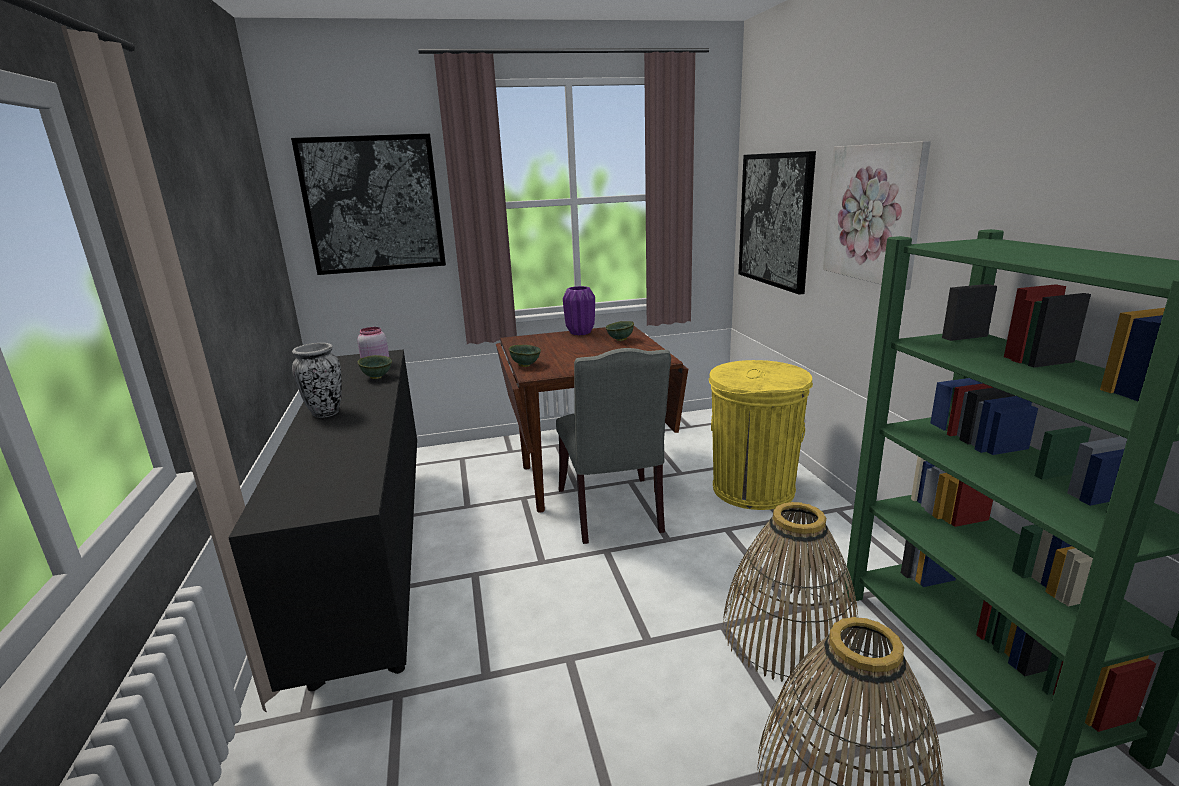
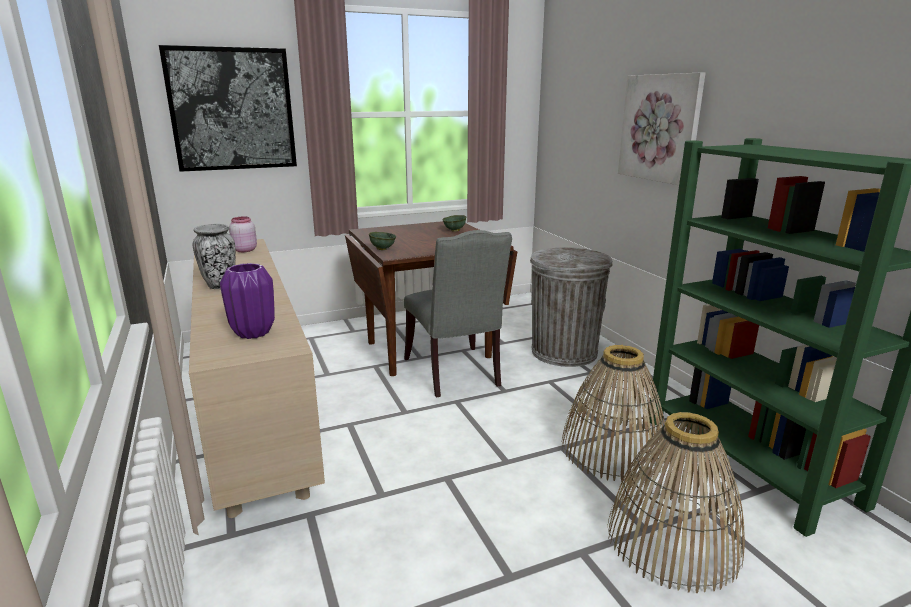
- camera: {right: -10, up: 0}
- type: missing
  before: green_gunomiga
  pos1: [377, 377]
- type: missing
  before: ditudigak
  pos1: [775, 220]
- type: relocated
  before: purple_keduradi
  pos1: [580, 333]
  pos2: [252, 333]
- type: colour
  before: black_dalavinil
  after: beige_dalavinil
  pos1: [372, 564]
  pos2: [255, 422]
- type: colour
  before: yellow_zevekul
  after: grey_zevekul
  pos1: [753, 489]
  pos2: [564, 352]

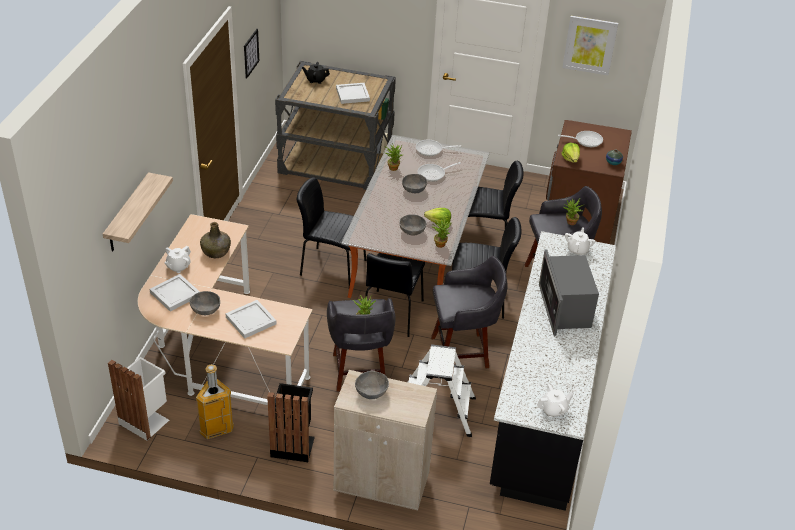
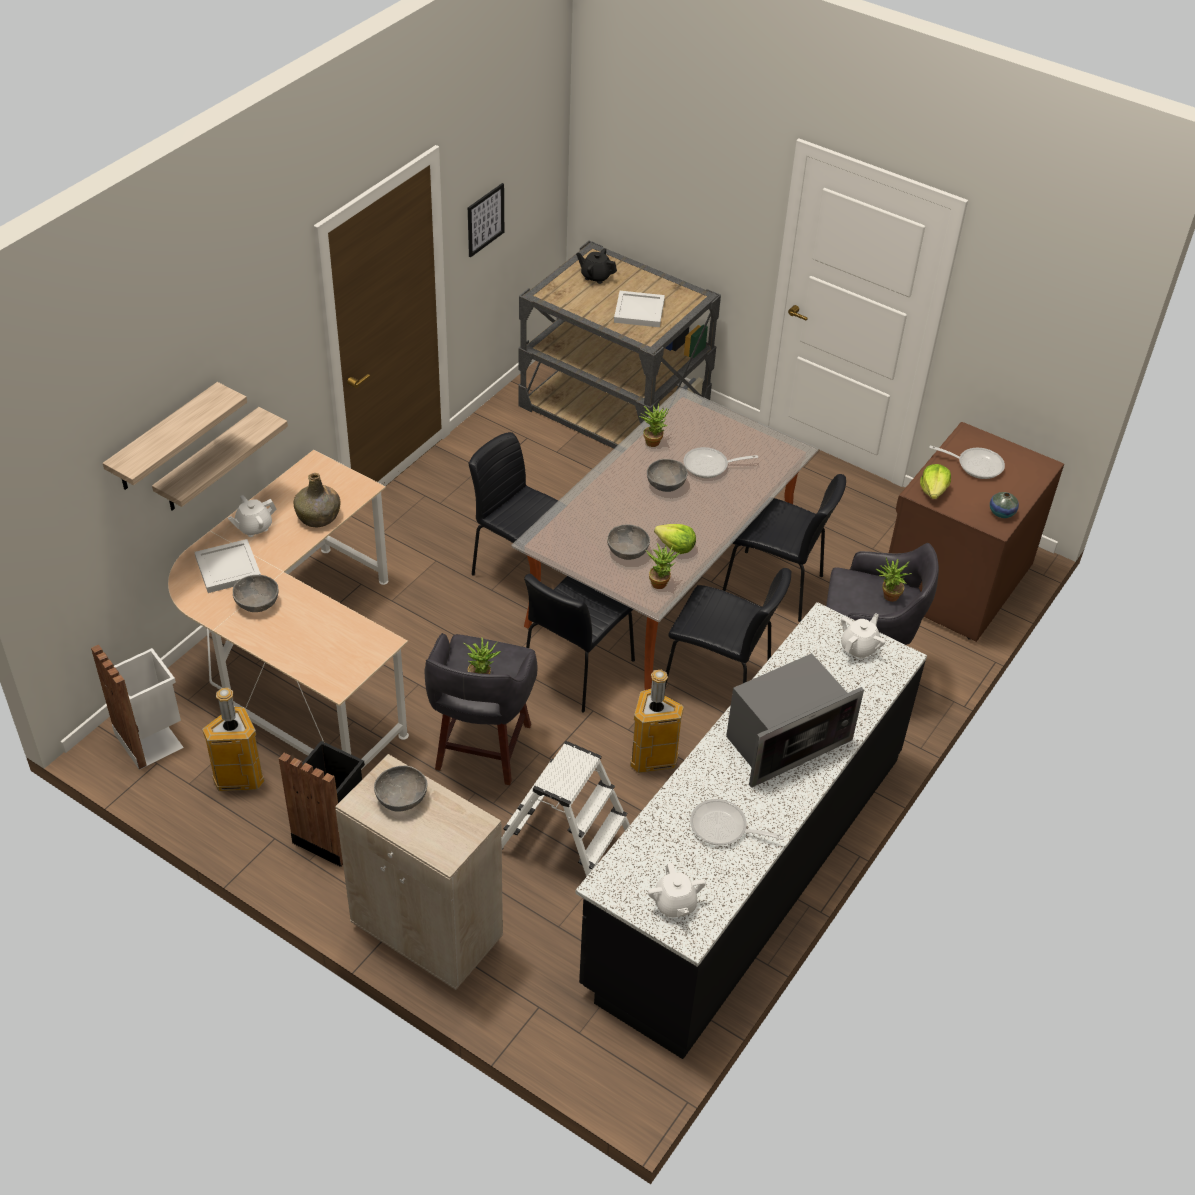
- camera: {right: 20, up: 5}
- type: missing
  before: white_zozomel
  pos1: [251, 320]
- type: missing
  before: ditudigak
  pos1: [590, 45]
- type: appeared
  after: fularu
  pos2: [209, 461]
- type: relocated
  before: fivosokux
  pos1: [431, 150]
  pos2: [723, 828]
- type: exchanged
  before: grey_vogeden
  after: zevekul
  pos1: [463, 352]
  pos2: [653, 759]
- type: spun
  before: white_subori
  pos1: [553, 410]
  pos2: [674, 904]
  turn: 75
- type: spun
  before: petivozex
  pos1: [565, 308]
  pos2: [784, 741]
  turn: -135

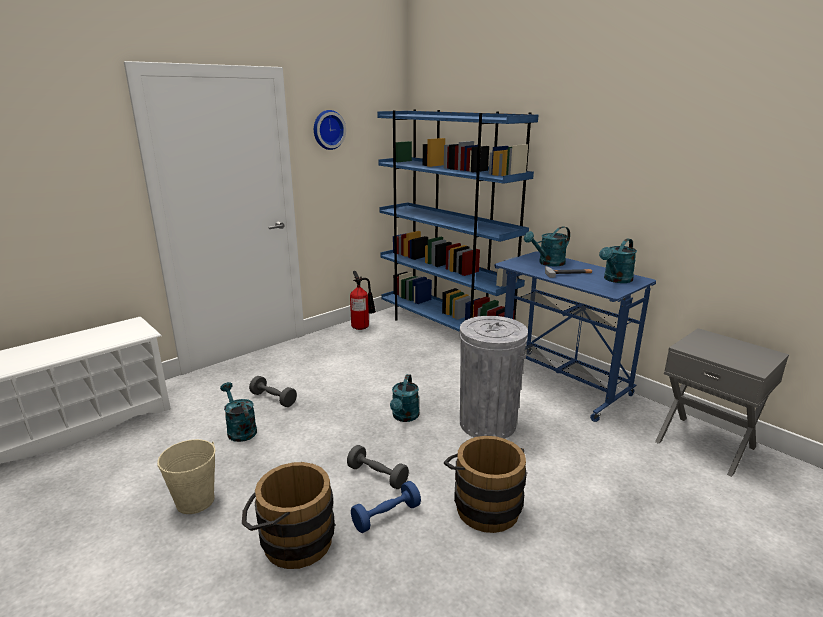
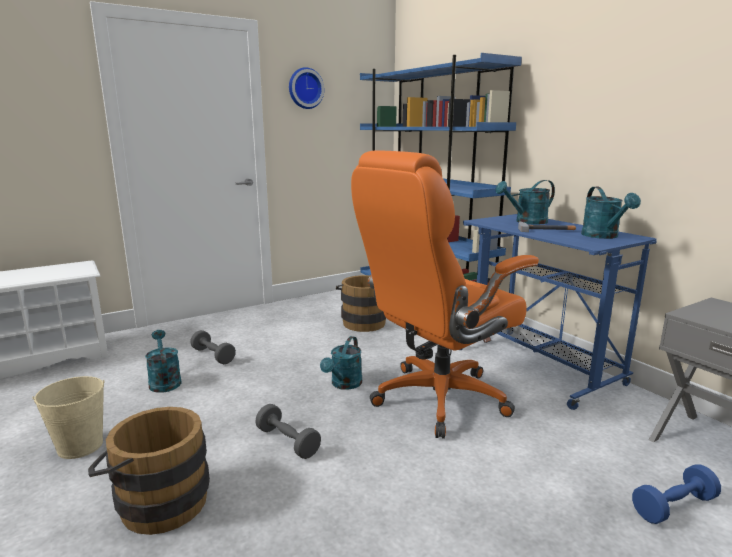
- camera: {right: 10, up: -5}
- type: missing
  before: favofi
  pos1: [362, 327]
- type: relocated
  before: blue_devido
  pos1: [386, 516]
  pos2: [673, 506]
- type: relocated
  before: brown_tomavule
  pos1: [484, 504]
  pos2: [363, 322]
- type: exchanged
  before: grey_zevekul
  after: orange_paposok
  pos1: [487, 423]
  pos2: [437, 399]
- type: spun
  before: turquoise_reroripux
  pos1: [615, 280]
  pos2: [603, 236]
  turn: -60

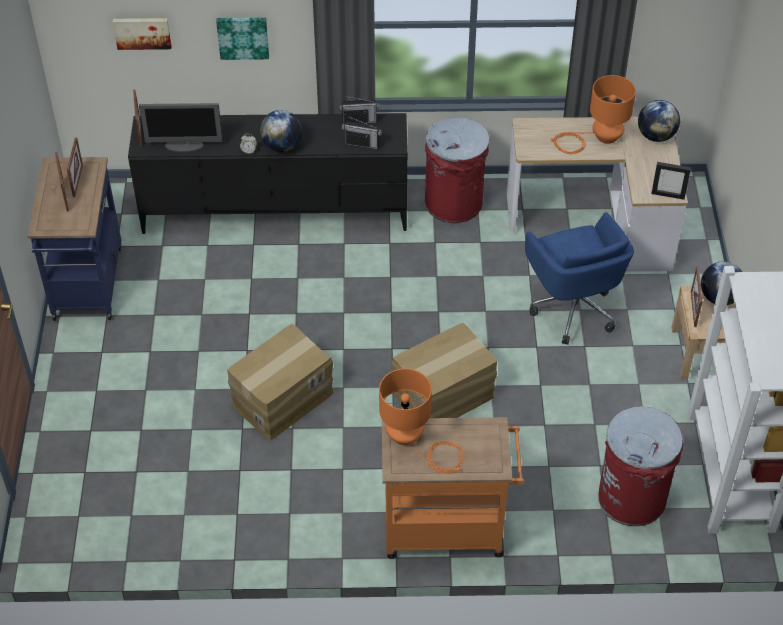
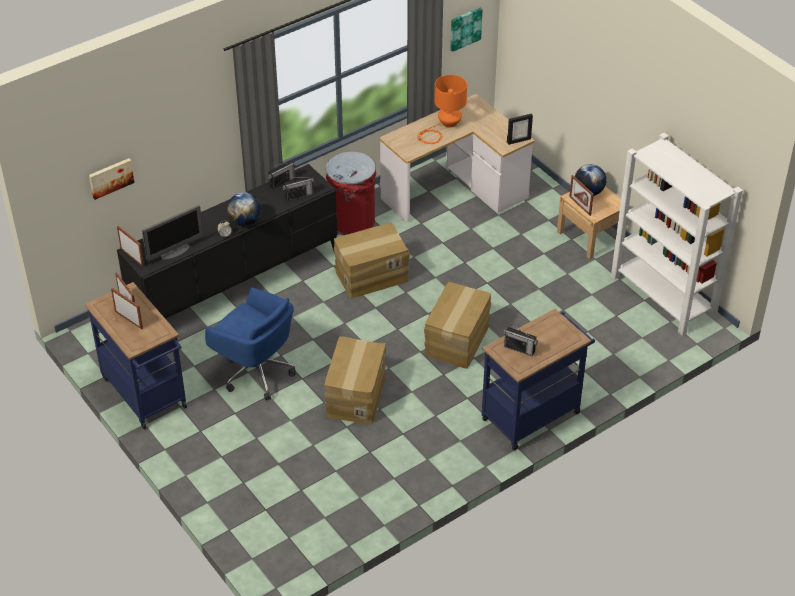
- camera: {right: -35, up: -5}
- type: missing
  before: red_zevekul
  pos1: [632, 497]
- type: missing
  before: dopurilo
  pos1: [656, 136]
- type: appeared
  after: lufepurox
  pos2: [371, 275]
- type: relocated
  before: ditudigak
  pos1: [243, 37]
  pos2: [465, 28]
- type: relocated
  before: blue_paposok
  pos1: [571, 309]
  pos2: [255, 373]
- type: exchanged
  before: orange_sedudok
  after: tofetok
  pos1: [420, 444]
  pos2: [519, 349]
- type: colour
  before: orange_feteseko
  after: blue_feteseko
  pos1: [447, 530]
  pos2: [533, 415]

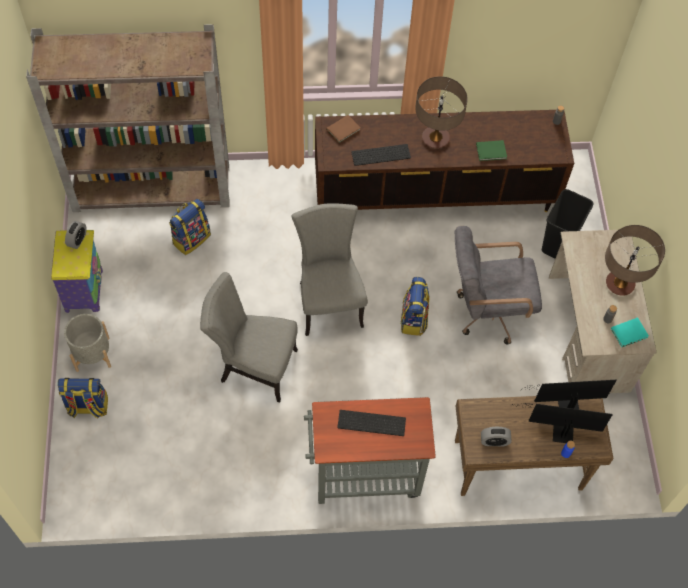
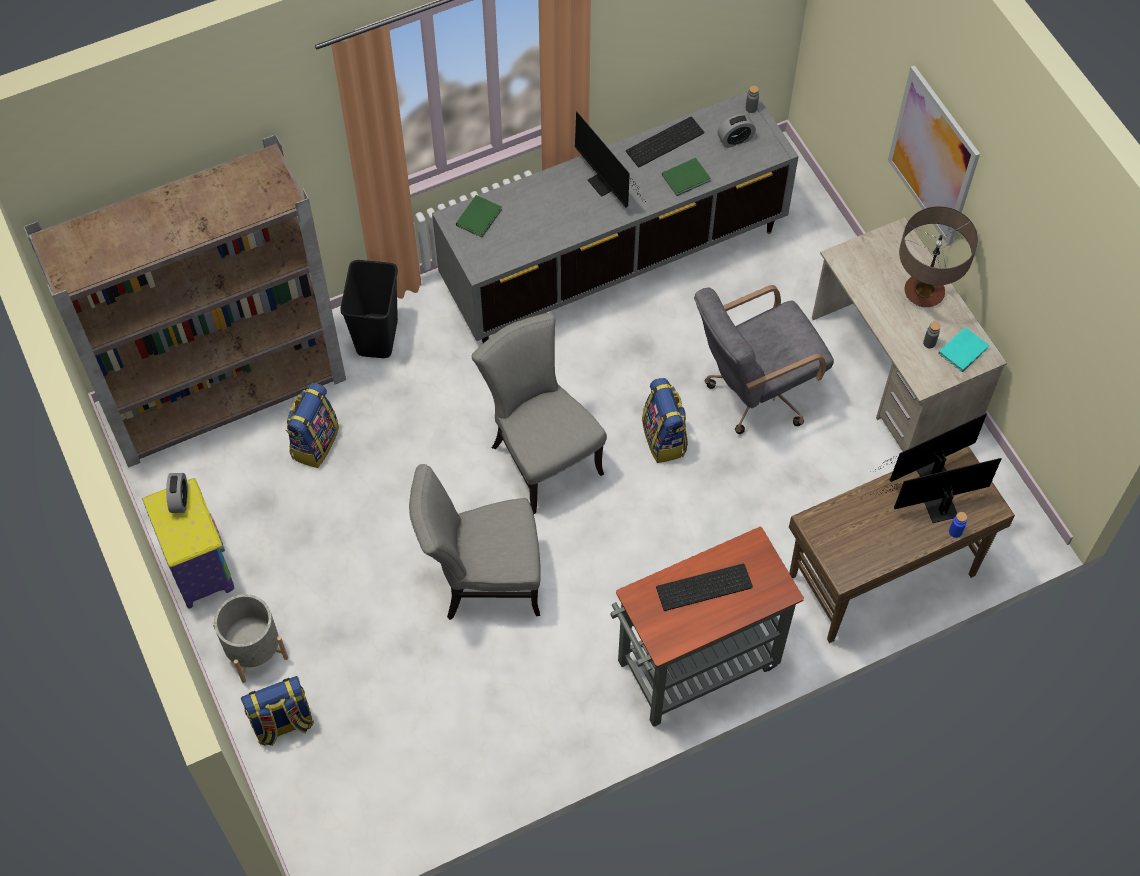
- camera: {right: -20, up: 0}
- type: appeared
  after: ditudigak
  pos2: [933, 156]
- type: relocated
  before: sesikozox
  pos1: [381, 154]
  pos2: [664, 140]
- type: relocated
  before: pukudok
  pos1: [494, 441]
  pos2: [735, 140]
- type: relocated
  before: black_zevekul
  pos1: [558, 244]
  pos2: [378, 337]
- type: exchanged
  before: sedudok
  after: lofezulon
  pos1: [435, 138]
  pos2: [606, 186]
- type: colour
  before: brown_dalavinil
  after: grey_dalavinil
  pos1: [434, 194]
  pos2: [614, 262]
- type: colour
  before: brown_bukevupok
  after: green_bukevupok
  pos1: [344, 129]
  pos2: [480, 217]

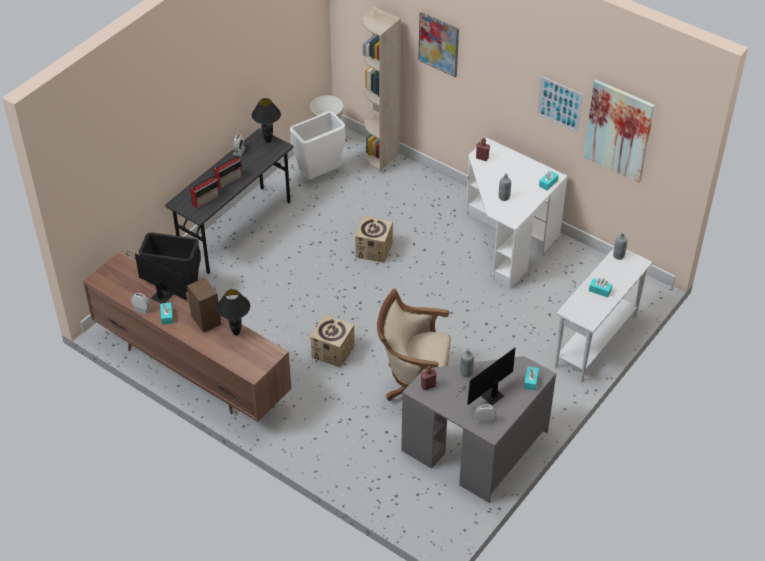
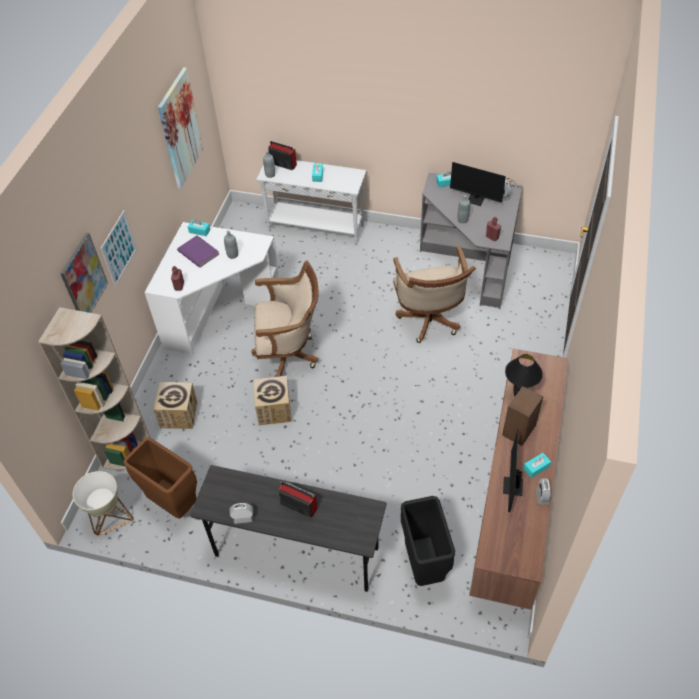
- camera: {right: -110, up: 5}
- type: missing
  before: black_sedudok
  pos1: [268, 141]
- type: appeared
  after: purple_bukevupok
  pos2: [199, 252]
- type: appeared
  after: paposok
  pos2: [290, 354]
- type: relocated
  before: tofetok
  pos1: [206, 199]
  pos2: [282, 164]
- type: relocated
  before: lufepurox
  pos1: [333, 351]
  pos2: [179, 414]
- type: relocated
  before: ditudigak
  pos1: [559, 104]
  pos2: [119, 248]
- type: colour
  before: white_zevekul
  after: brown_zevekul
  pos1: [319, 175]
  pos2: [173, 505]

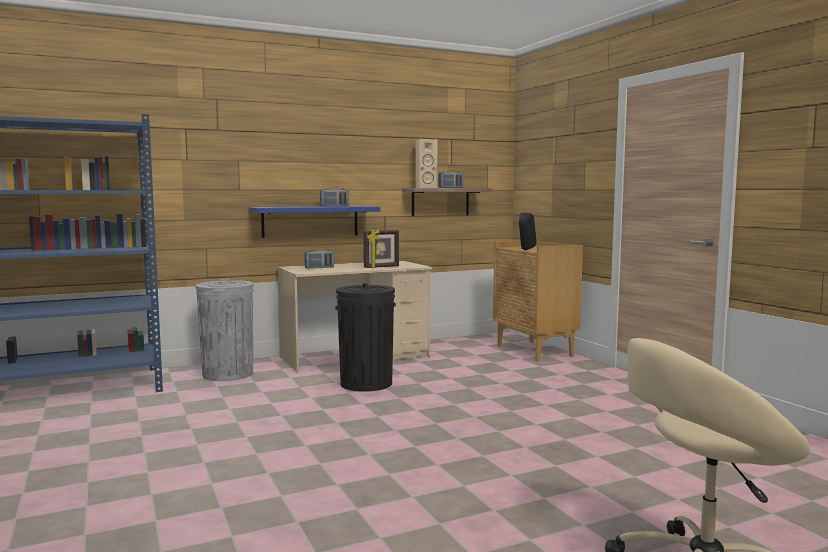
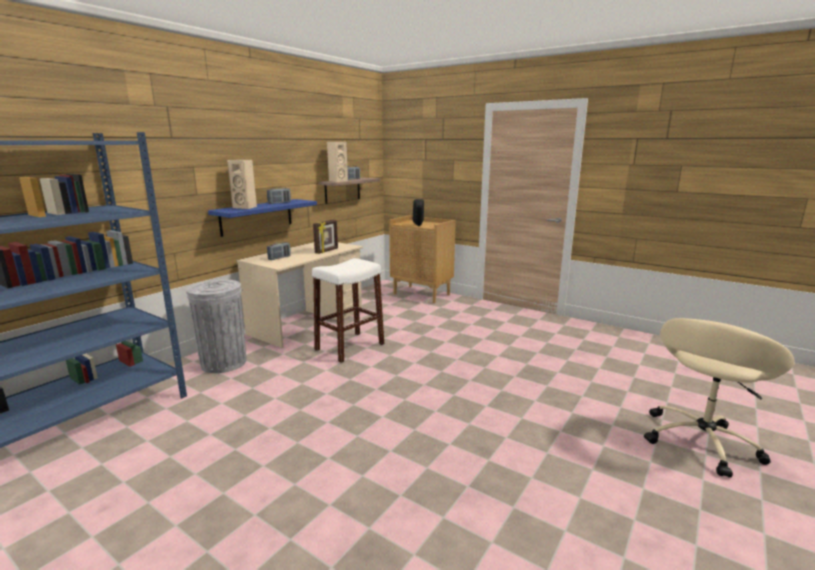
- camera: {right: -30, up: 10}
- type: appeared
  after: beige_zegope
  pos2: [246, 207]
- type: exchanged
  before: black_zevekul
  after: white_vogeden
  pos1: [366, 383]
  pos2: [349, 347]

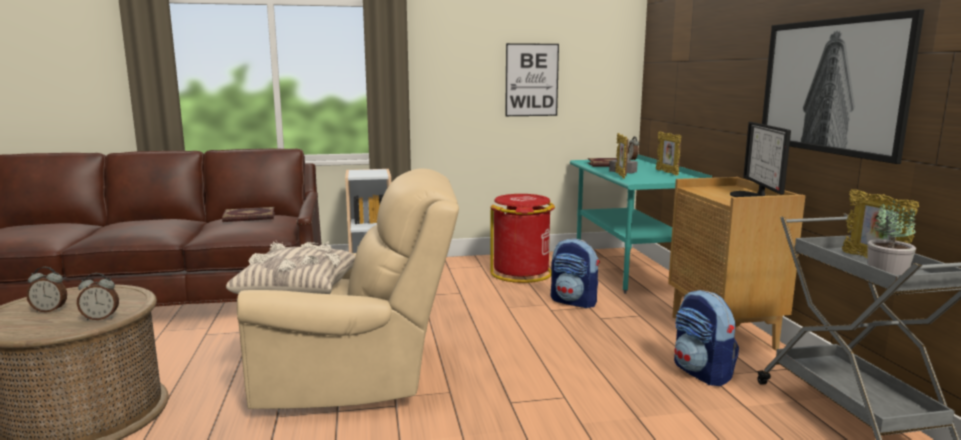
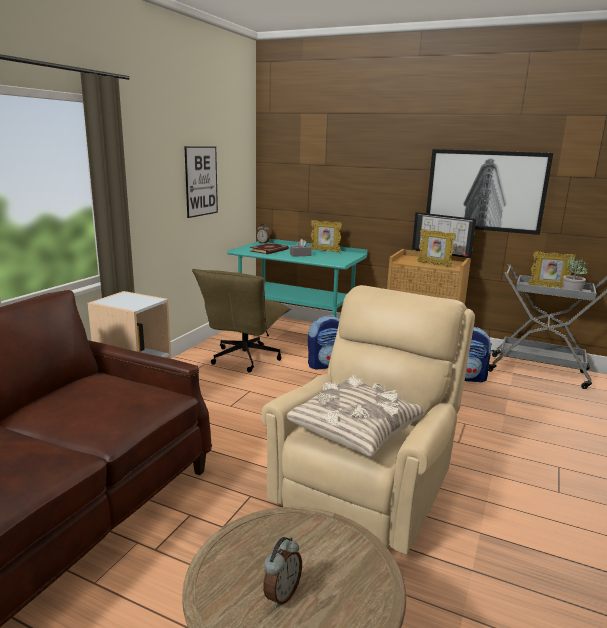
- camera: {right: -55, up: 5}
- type: missing
  before: pukudok
  pos1: [101, 318]
- type: missing
  before: bukevupok
  pos1: [249, 217]
- type: relocated
  before: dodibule
  pos1: [620, 176]
  pos2: [434, 265]
- type: exchanged
  before: red_zevekul
  after: beige_paposok
  pos1: [522, 273]
  pos2: [246, 357]

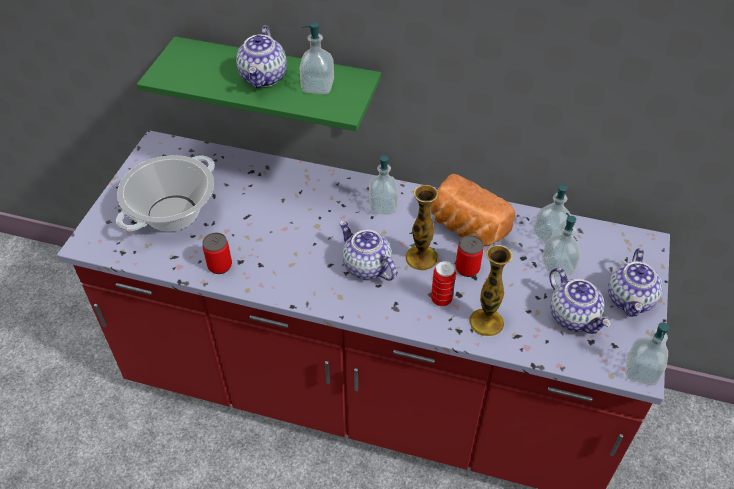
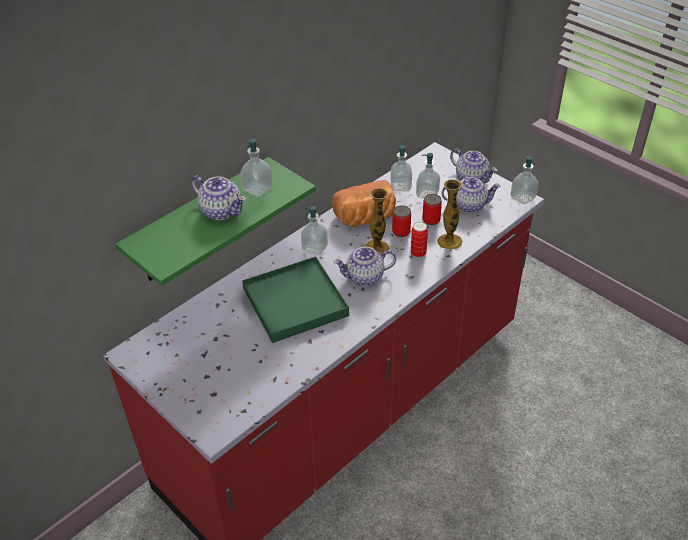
- camera: {right: -60, up: -5}
- type: missing
  before: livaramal
  pos1: [172, 213]
- type: appeared
  after: green_zozomel
  pos2: [295, 302]
- type: relocated
  before: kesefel
  pos1: [220, 265]
  pos2: [431, 220]

